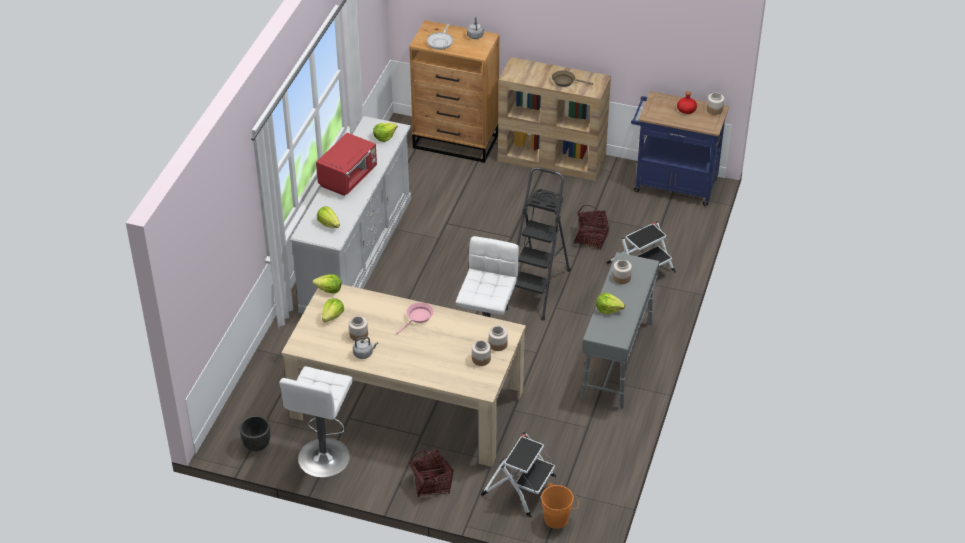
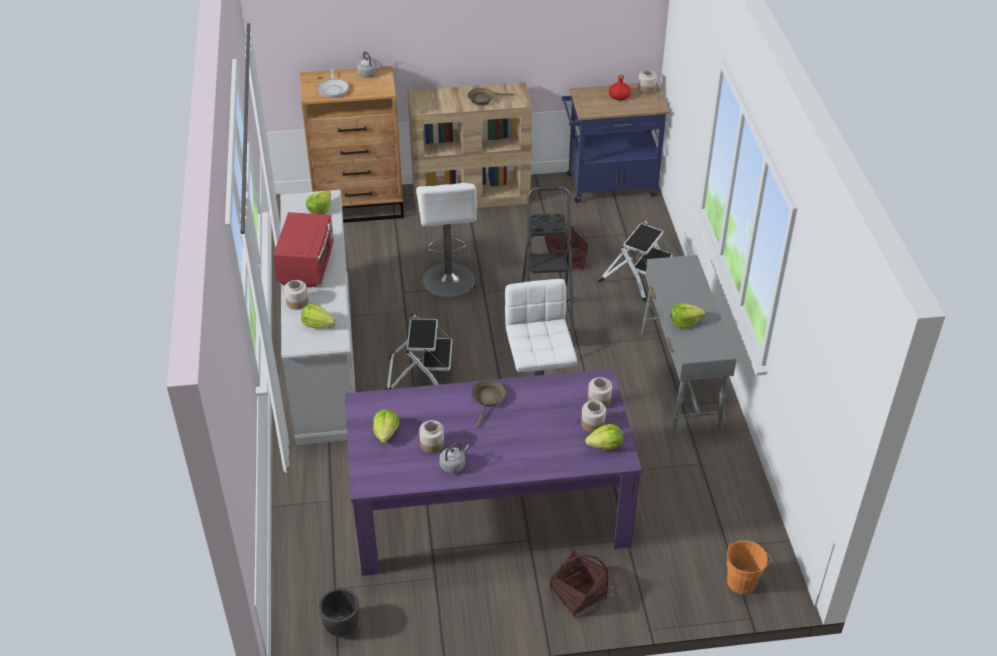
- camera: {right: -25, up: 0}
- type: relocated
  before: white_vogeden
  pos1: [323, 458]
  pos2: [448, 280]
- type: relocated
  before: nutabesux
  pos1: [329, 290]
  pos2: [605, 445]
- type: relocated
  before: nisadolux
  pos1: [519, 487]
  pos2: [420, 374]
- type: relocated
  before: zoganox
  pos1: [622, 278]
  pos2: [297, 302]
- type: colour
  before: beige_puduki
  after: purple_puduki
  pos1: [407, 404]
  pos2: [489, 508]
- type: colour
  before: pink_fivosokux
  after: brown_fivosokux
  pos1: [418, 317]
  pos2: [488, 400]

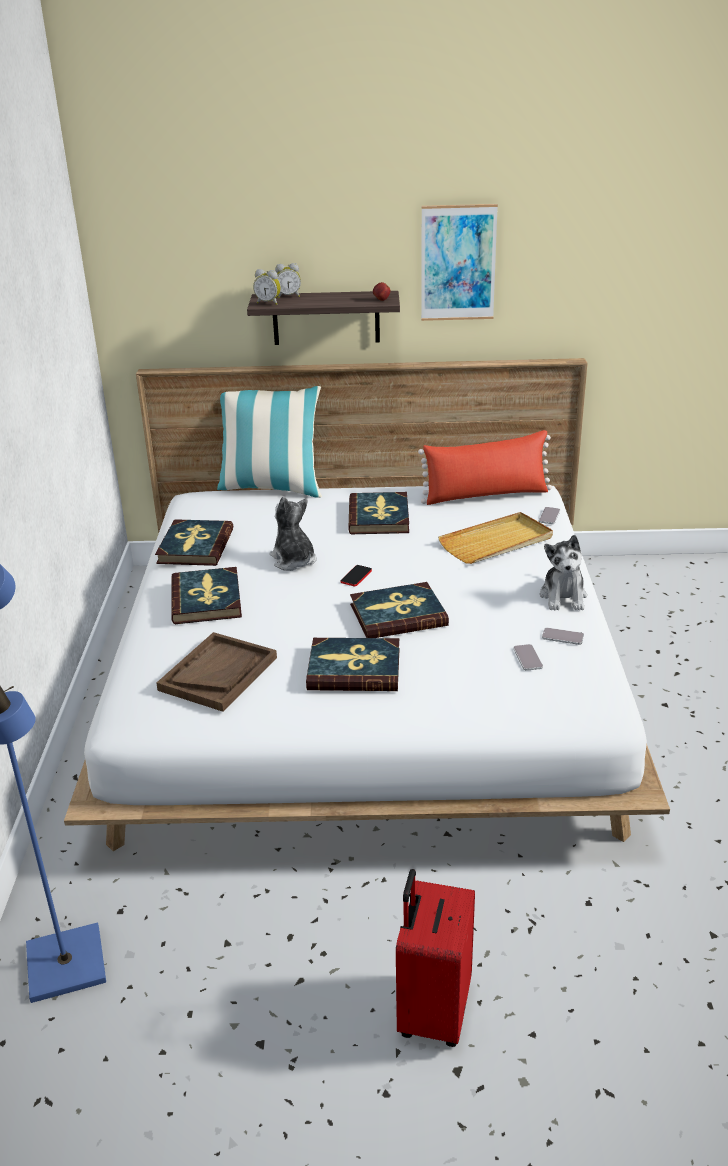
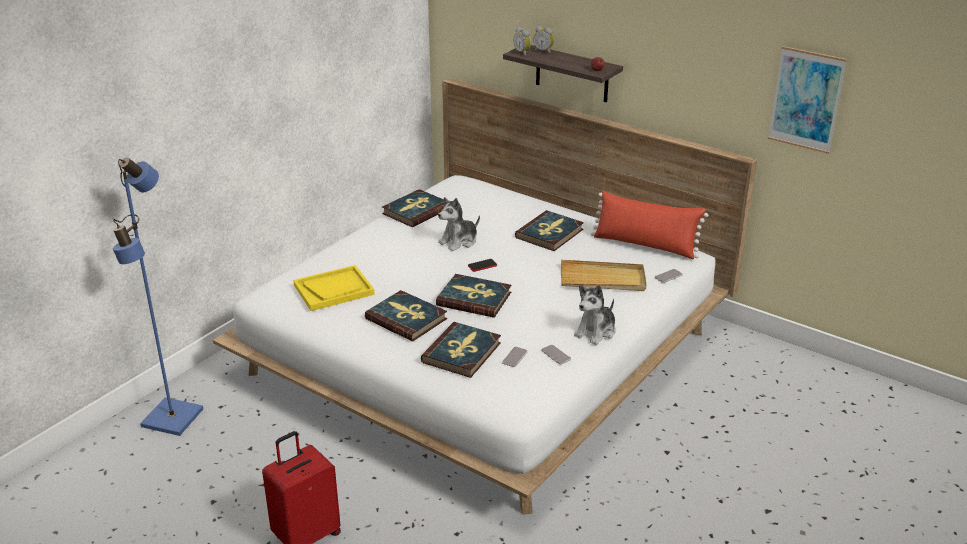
- camera: {right: 35, up: 0}
- type: missing
  before: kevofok
  pos1: [271, 487]
- type: relocated
  before: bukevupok
  pos1: [207, 599]
  pos2: [462, 352]
- type: relocated
  before: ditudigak
  pos1: [458, 263]
  pos2: [806, 100]
- type: colour
  before: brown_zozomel
  after: yellow_zozomel
  pos1: [218, 673]
  pos2: [334, 290]
- type: spun
  before: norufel
  pos1: [293, 560]
  pos2: [459, 241]
  turn: -135

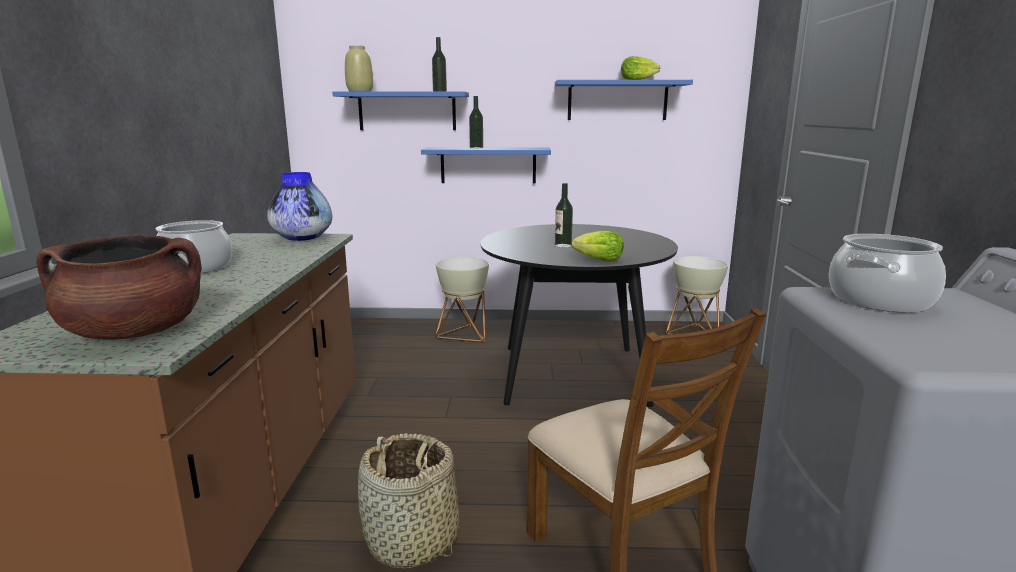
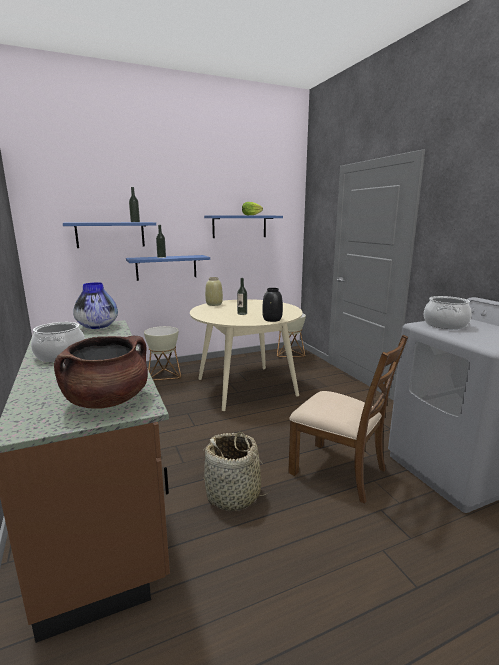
- camera: {right: -25, up: 0}
- type: relocated
  before: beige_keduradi
  pos1: [360, 91]
  pos2: [214, 304]
- type: exchanged
  before: nutabesux
  after: black_keduradi
  pos1: [599, 260]
  pos2: [272, 319]
- type: colour
  before: black_puduki
  after: beige_puduki
  pos1: [572, 374]
  pos2: [246, 387]

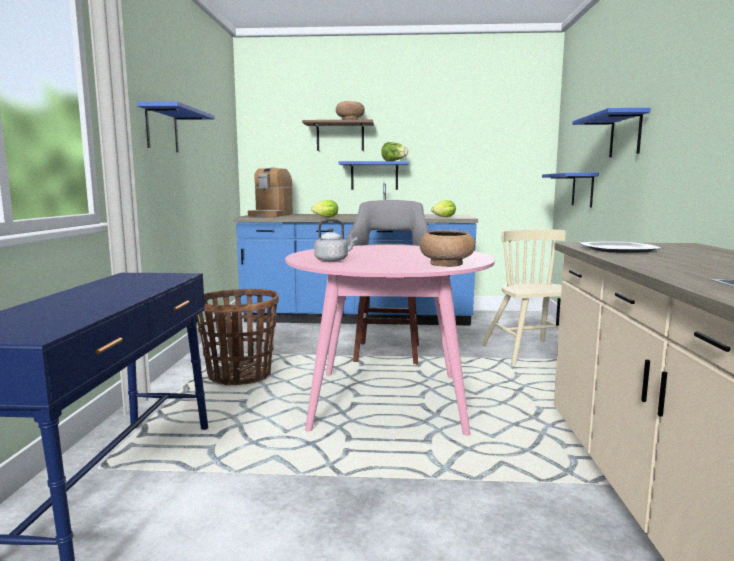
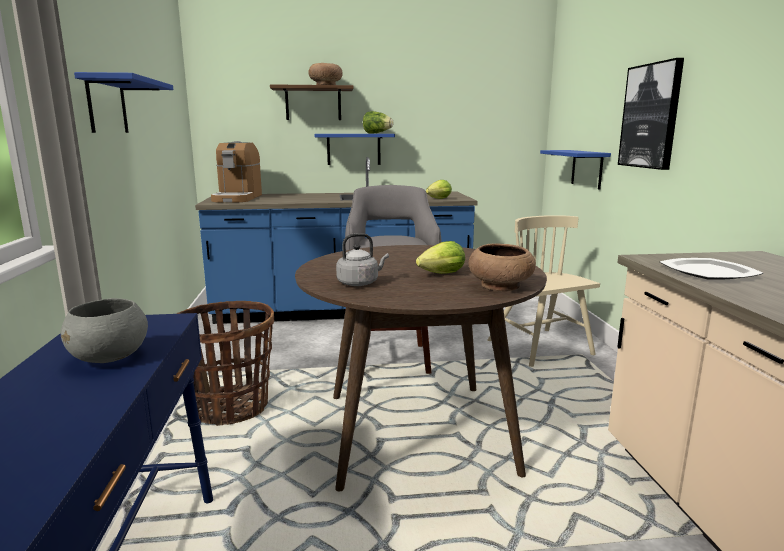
- camera: {right: -10, up: 5}
- type: appeared
  after: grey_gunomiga
  pos2: [111, 358]
- type: relocated
  before: nutabesux
  pos1: [324, 217]
  pos2: [439, 274]
- type: exchanged
  before: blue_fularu
  after: ditudigak
  pos1: [625, 135]
  pos2: [650, 116]
- type: colour
  before: pink_puduki
  after: brown_puduki
  pos1: [388, 401]
  pos2: [417, 432]

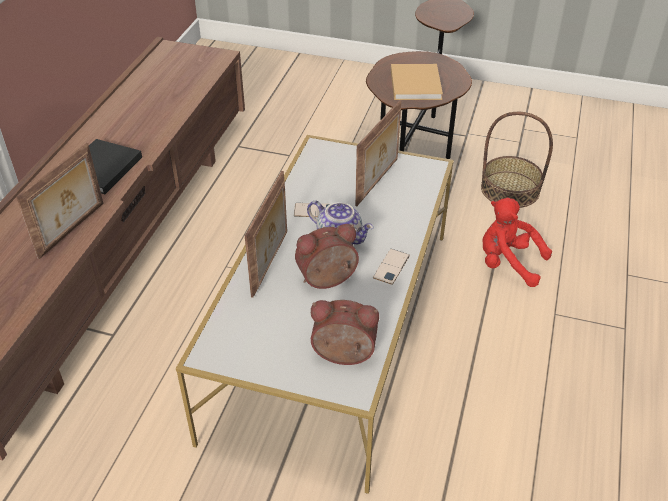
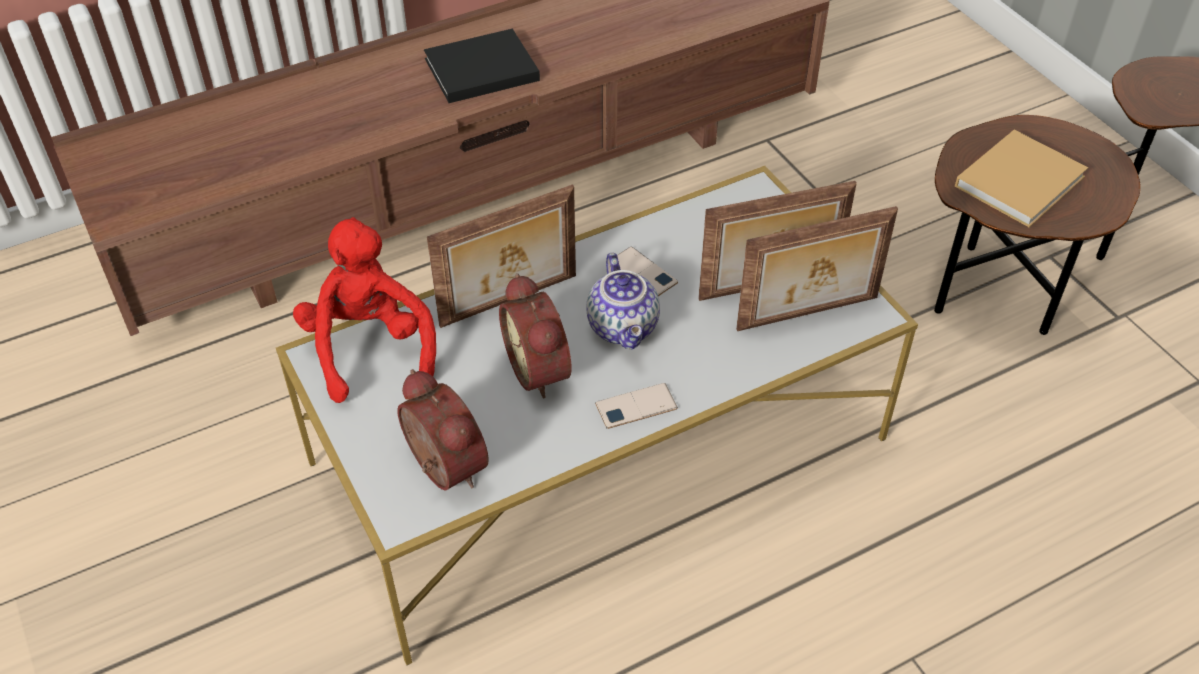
- camera: {right: 45, up: 5}
- type: missing
  before: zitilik
  pos1: [510, 189]
- type: relocated
  before: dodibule
  pos1: [73, 230]
  pos2: [808, 315]
- type: relocated
  before: red_norufel
  pos1: [507, 263]
  pos2: [369, 347]
- type: spun
  before: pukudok
  pos1: [328, 281]
  pos2: [542, 369]
  turn: -135

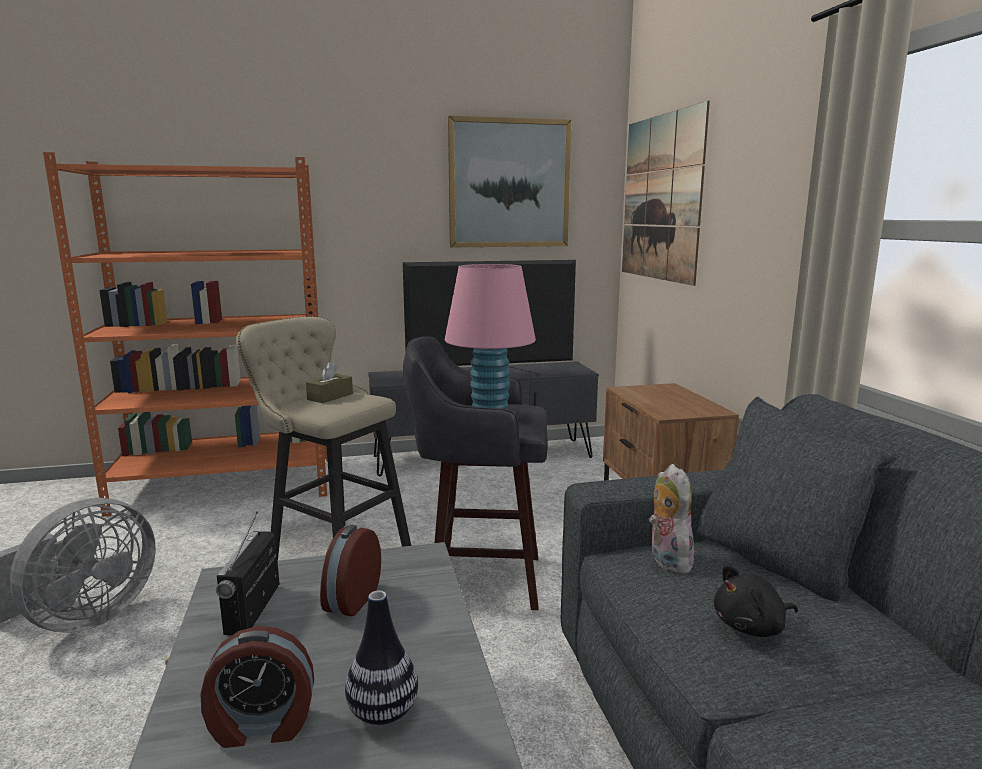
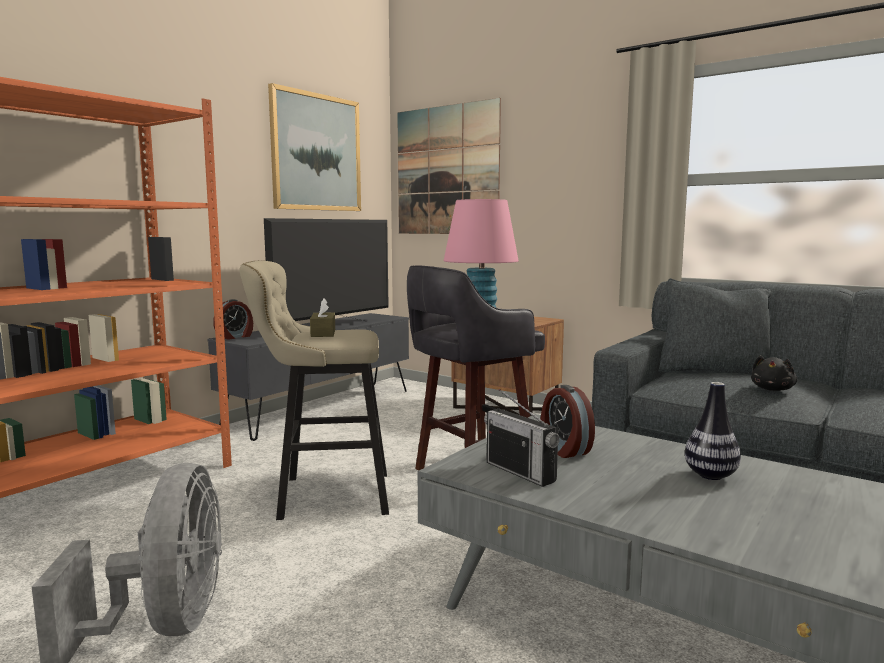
- camera: {right: -40, up: -5}
- type: missing
  before: norufel
  pos1: [666, 560]
- type: relocated
  before: pukudok
  pos1: [261, 726]
  pos2: [235, 337]

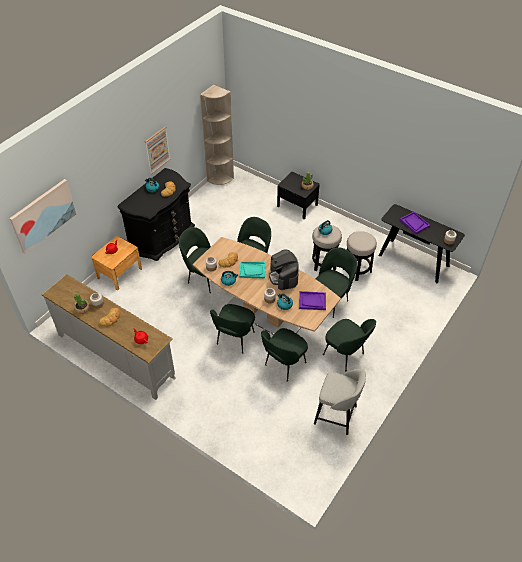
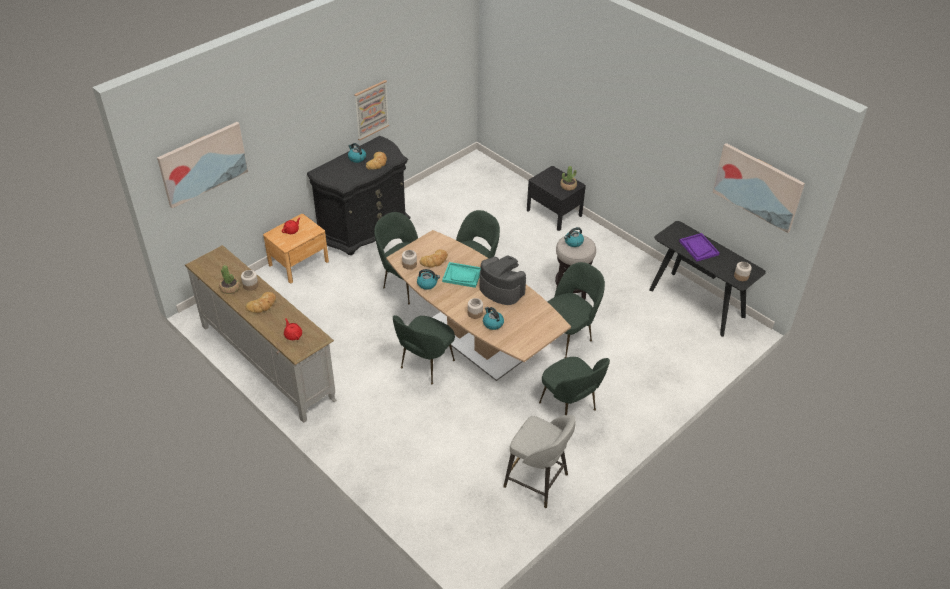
- camera: {right: 10, up: -5}
- type: missing
  before: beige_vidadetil
  pos1: [220, 181]
- type: missing
  before: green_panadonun
  pos1: [283, 366]
- type: missing
  before: purple_zozomel
  pos1: [312, 301]
- type: missing
  before: vogeden
  pos1: [357, 270]
- type: appeared
  after: ditudigak
  pos2: [758, 186]
- type: spun
  before: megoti
  pos1: [283, 277]
  pos2: [501, 289]
  turn: 135

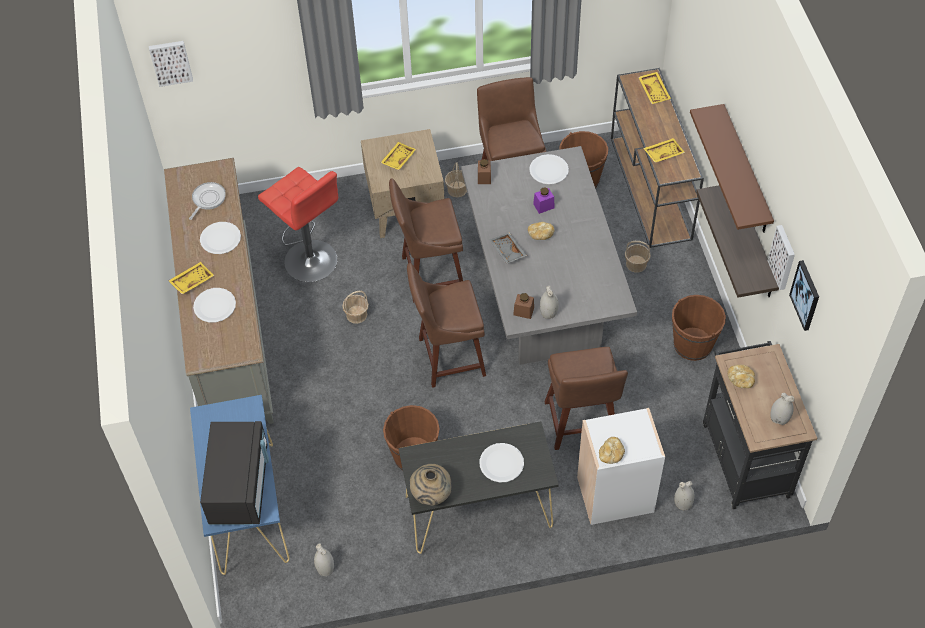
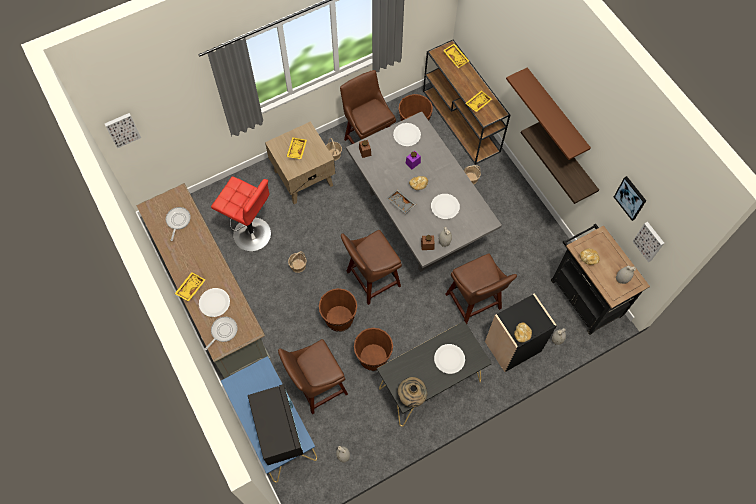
- camera: {right: -20, up: 10}
- type: appeared
  after: fivosokux
  pos2: [223, 331]
- type: relocated
  before: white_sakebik
  pos1: [220, 239]
  pos2: [445, 207]
- type: relocated
  before: brown_panadonun
  pos1: [429, 274]
  pos2: [316, 386]
- type: relocated
  before: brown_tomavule
  pos1: [693, 344]
  pos2: [339, 318]
- type: relocated
  before: ditudigak
  pos1: [783, 257]
  pos2: [649, 241]
- type: colour
  before: white_vidadetil
  after: black_vidadetil
  pos1: [614, 495]
  pos2: [512, 347]

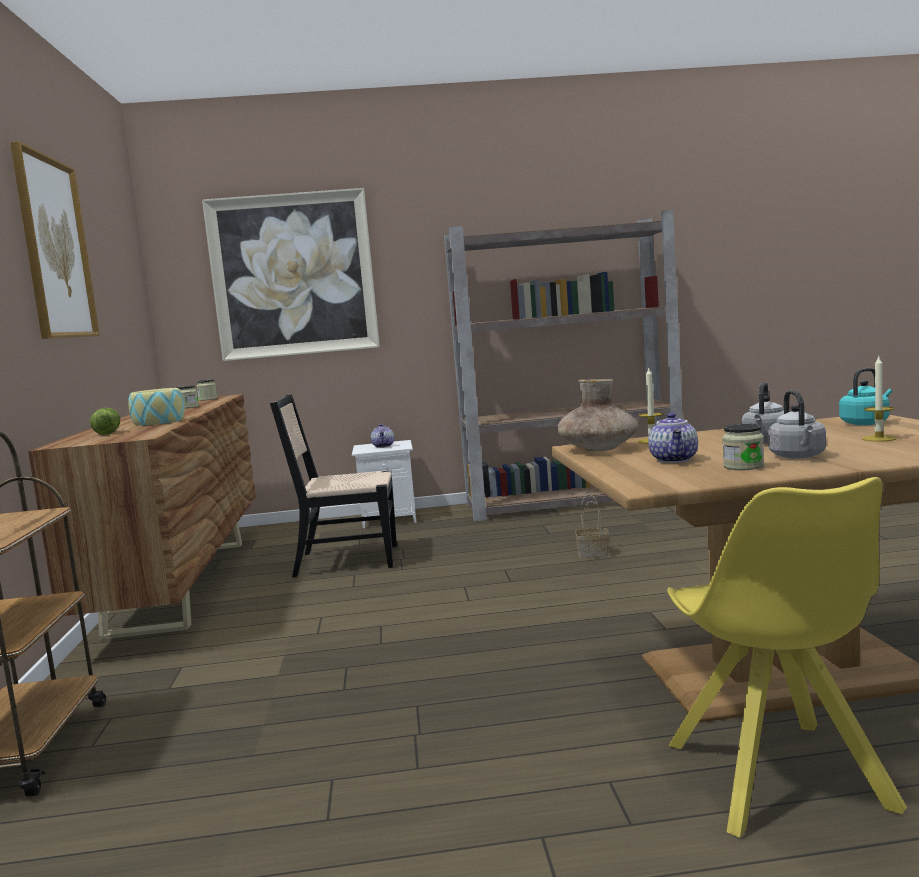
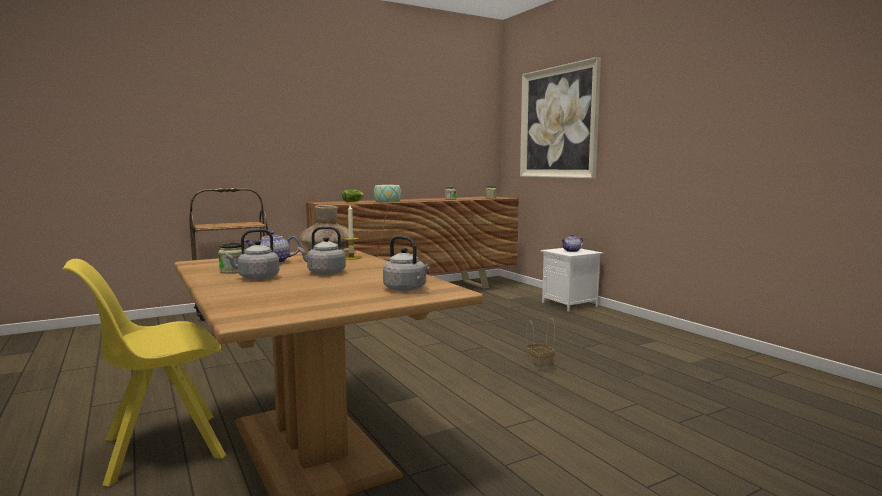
- camera: {right: 65, up: 0}
- type: missing
  before: ditudigak
  pos1: [55, 248]
- type: missing
  before: panadonun
  pos1: [346, 561]
- type: missing
  before: brown_vidadetil
  pos1: [573, 502]
- type: missing
  before: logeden
  pos1: [879, 438]
- type: colour
  before: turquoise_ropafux
  after: grey_ropafux
  pos1: [866, 423]
  pos2: [406, 289]

